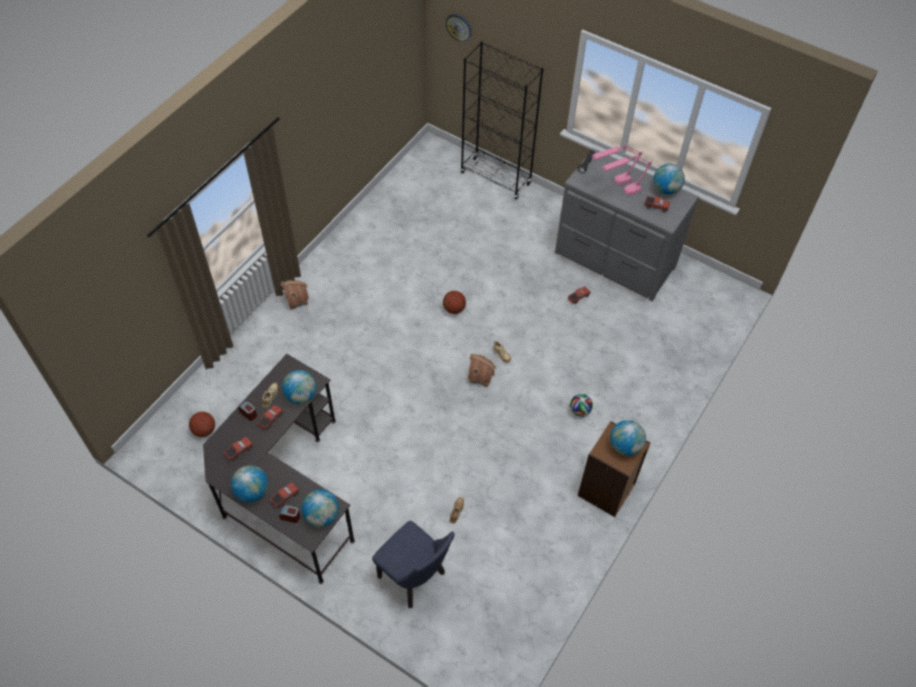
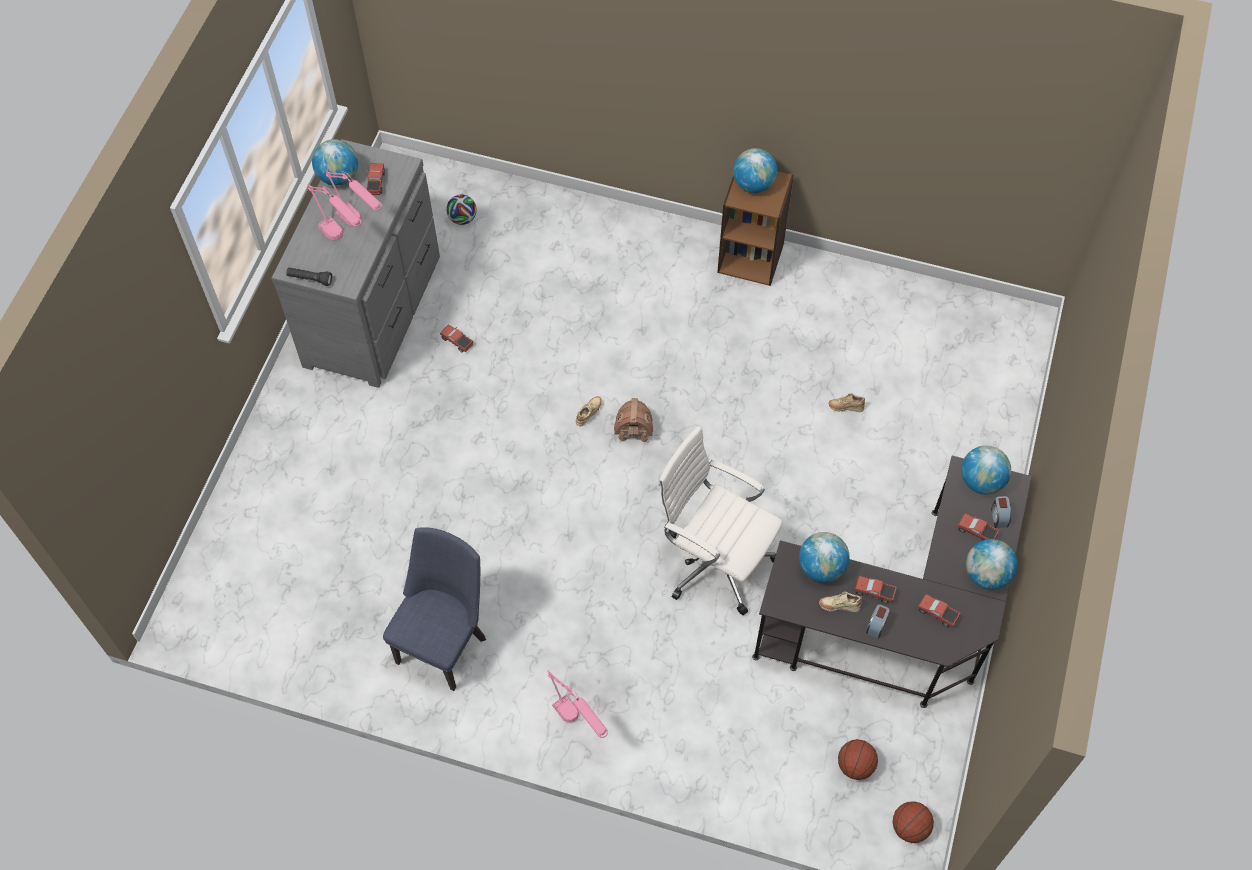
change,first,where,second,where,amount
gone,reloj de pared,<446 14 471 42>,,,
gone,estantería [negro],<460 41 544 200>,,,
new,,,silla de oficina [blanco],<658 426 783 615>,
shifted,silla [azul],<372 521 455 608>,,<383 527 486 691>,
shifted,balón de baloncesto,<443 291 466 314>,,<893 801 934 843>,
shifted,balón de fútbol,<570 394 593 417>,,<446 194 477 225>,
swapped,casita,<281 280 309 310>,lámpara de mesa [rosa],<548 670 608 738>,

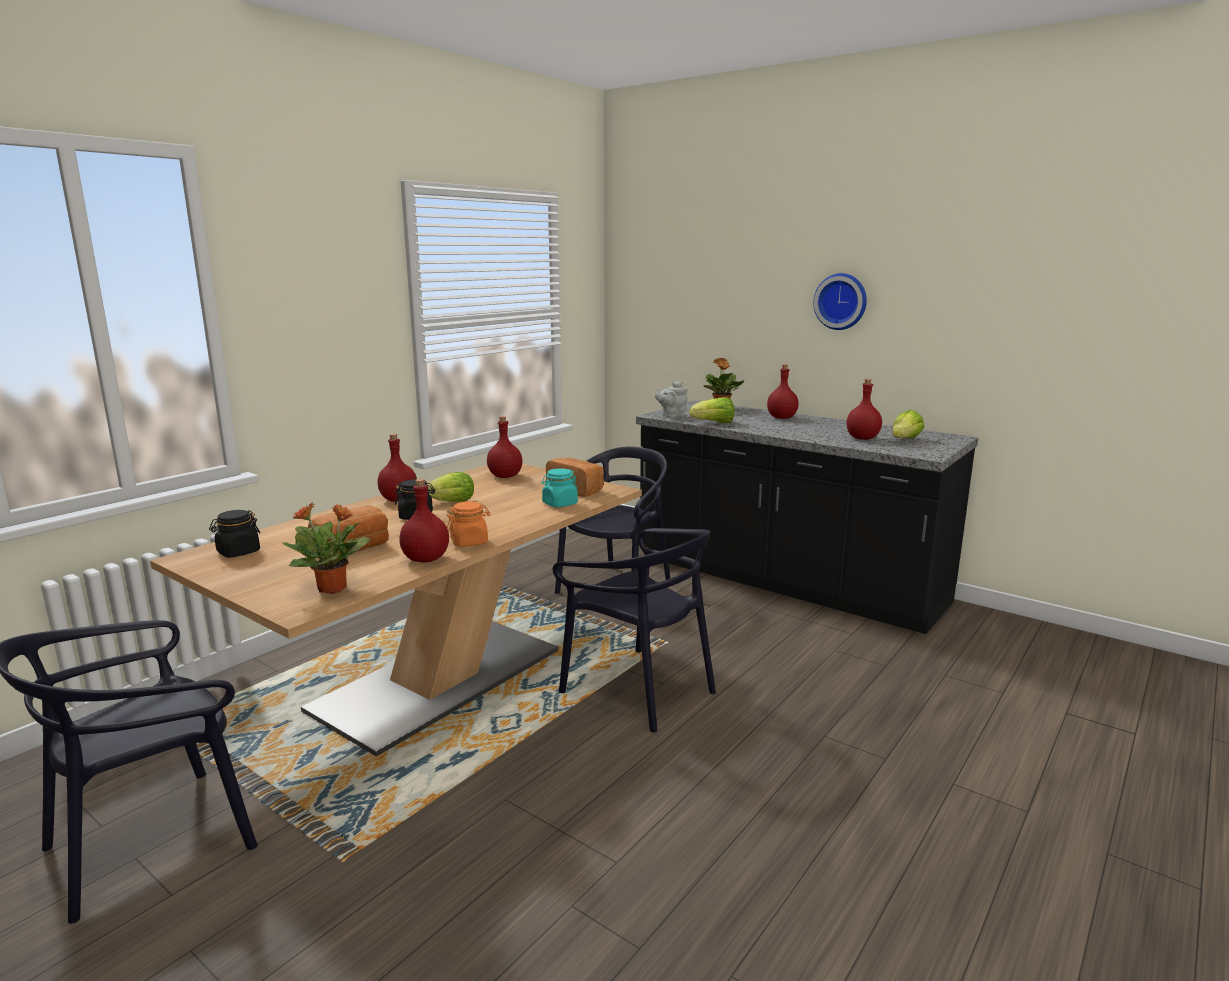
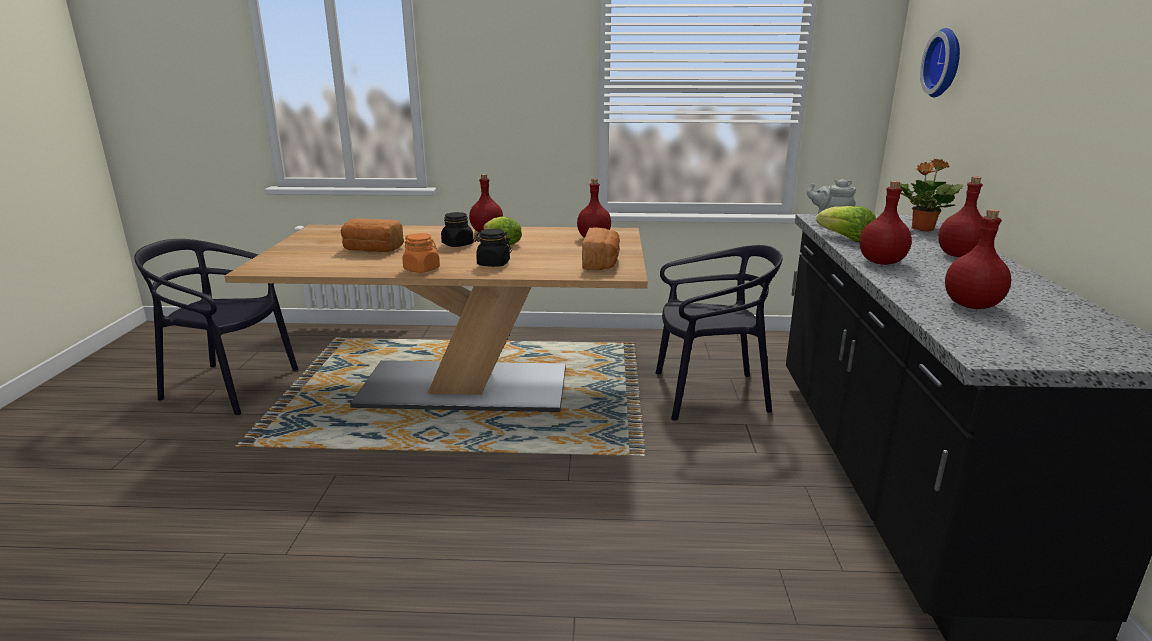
change,first,where,second,where,amount
gone,planta en maceta,<282 502 370 594>,,,
gone,tarro [turquesa],<541 468 578 507>,,,
gone,silla [negro],<553 528 716 733>,,,
gone,lechuga,<892 410 924 438>,,,
shifted,tarro [negro],<209 510 260 557>,,<473 229 512 267>,
shifted,botella [rojo],<399 479 449 563>,,<860 181 912 265>,
shifted,reloj de pared,<813 273 867 330>,,<920 28 960 97>,

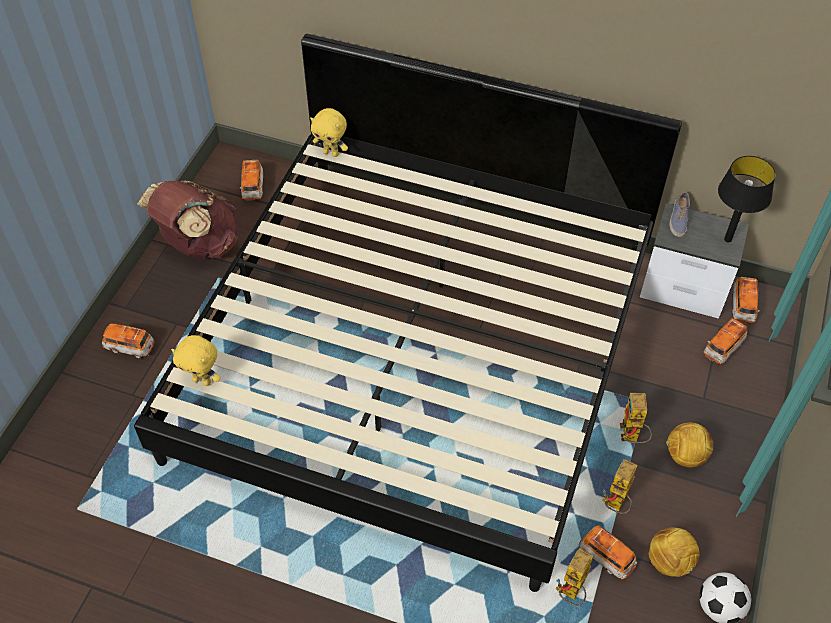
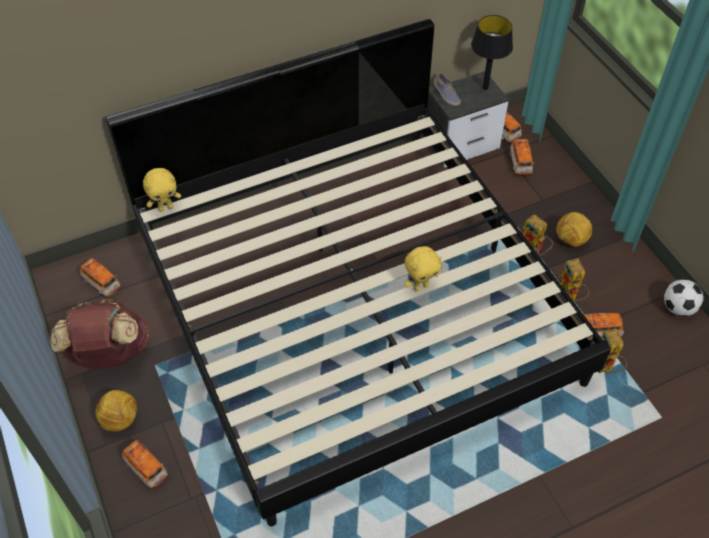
change,first,where,second,where,amount
shifted,peluche [amarillo],<171 335 221 386>,,<404 246 442 291>,
shifted,balón de fútbol,<649 528 699 577>,,<95 390 137 432>,
rotated,coche de juguete,<102 324 155 359>,,<122 440 168 489>,105 degrees counterclockwise

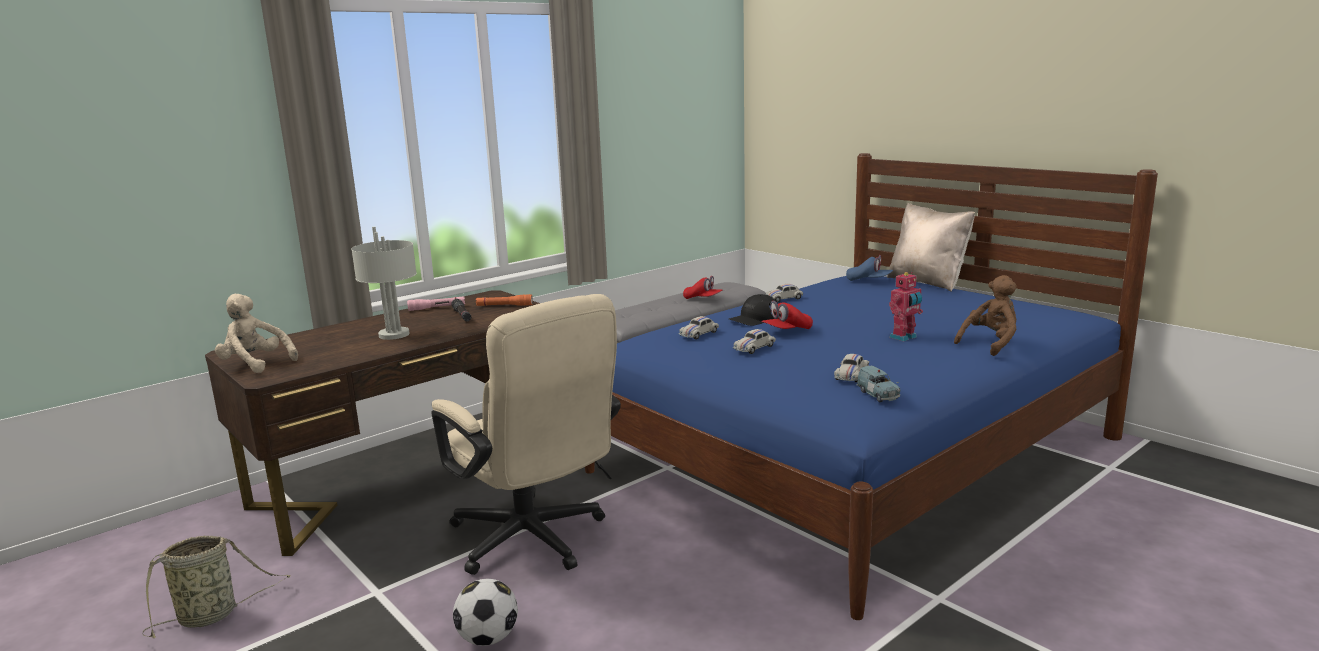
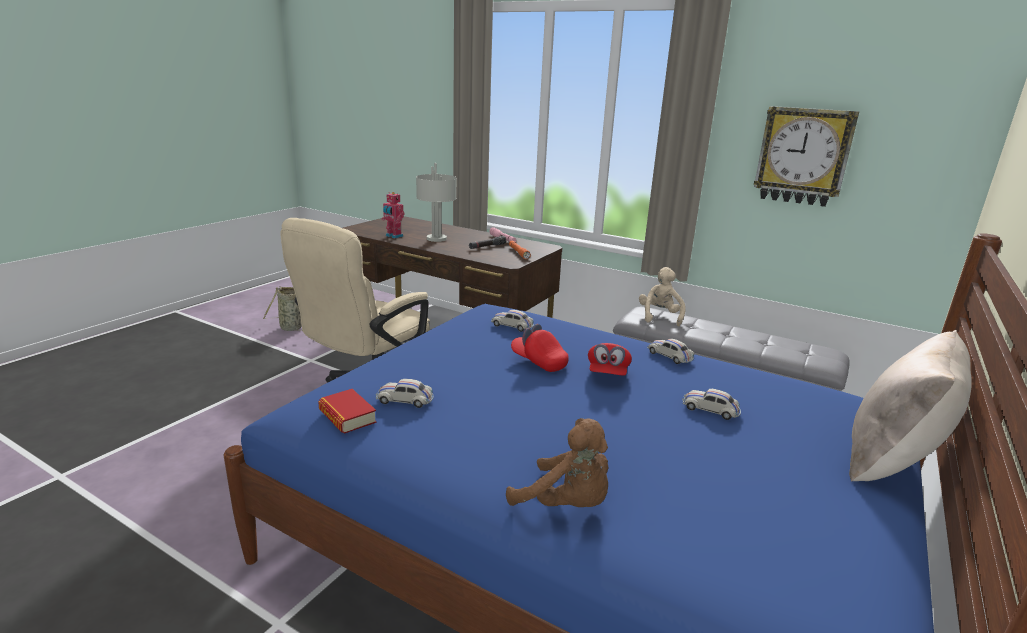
change,first,where,second,where,amount
gone,balón de fútbol,<453 579 518 646>,,,
gone,gorra [negro],<729 294 778 326>,,,
gone,gorra [azul],<846 255 893 281>,,,
new,,,reloj de pared,<754 106 859 207>,
shifted,peluche [beis],<215 294 298 373>,,<639 267 686 326>,
shifted,gorra [rojo],<683 276 723 299>,,<588 343 632 376>,
shifted,coche de juguete [blanco],<733 329 776 354>,,<682 389 741 420>,
shifted,robot de juguete,<889 272 923 341>,,<382 192 404 238>,
swapped,coche de juguete [azul],<857 366 900 402>,libro,<318 389 377 434>,

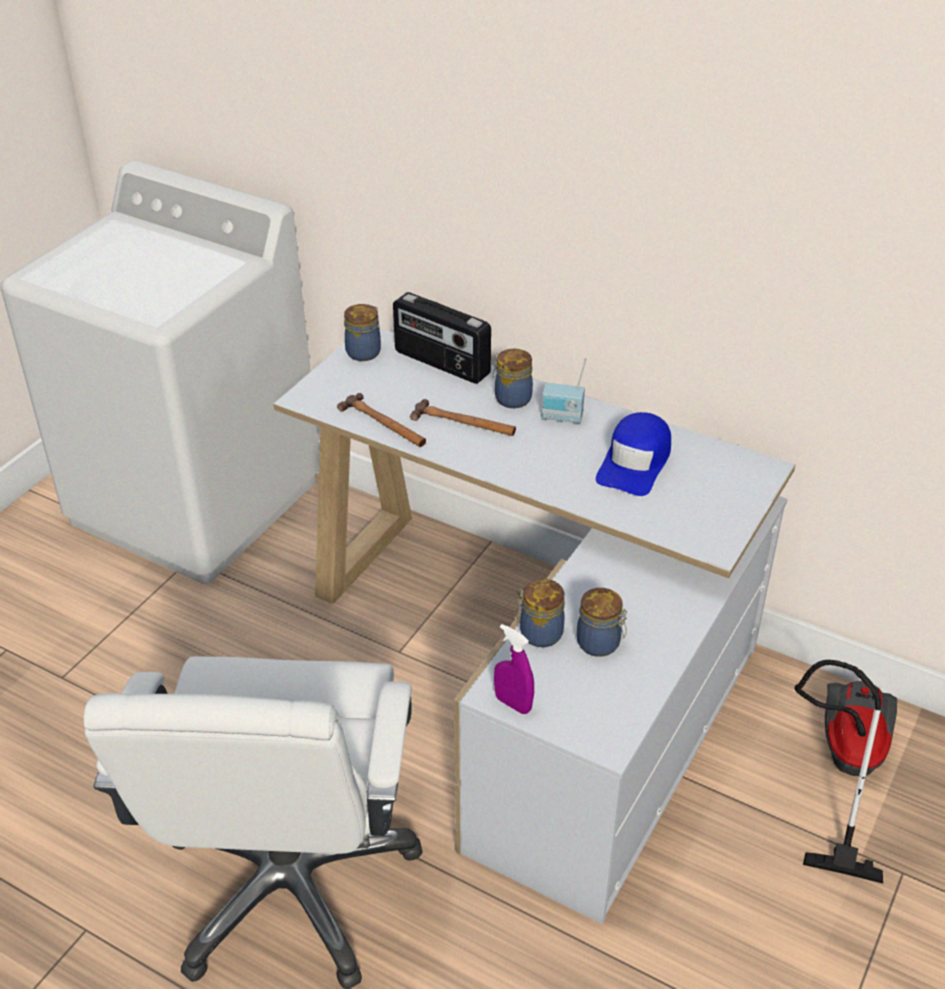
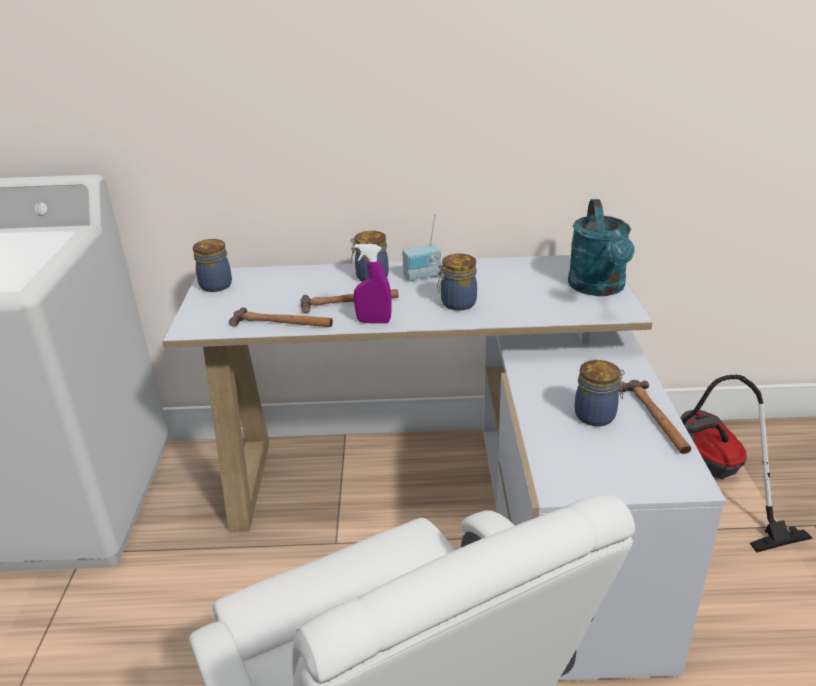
change,first,where,second,where,amount
gone,radio,<393 292 491 384>,,,
gone,gorra [azul],<596 412 671 496>,,,
new,,,regadera [turquesa],<568 199 635 296>,
new,,,martillo,<618 380 691 454>,
shifted,pulverizador [morado],<494 624 534 714>,,<354 244 392 324>,
shifted,tarro,<515 579 565 647>,,<437 254 477 311>,

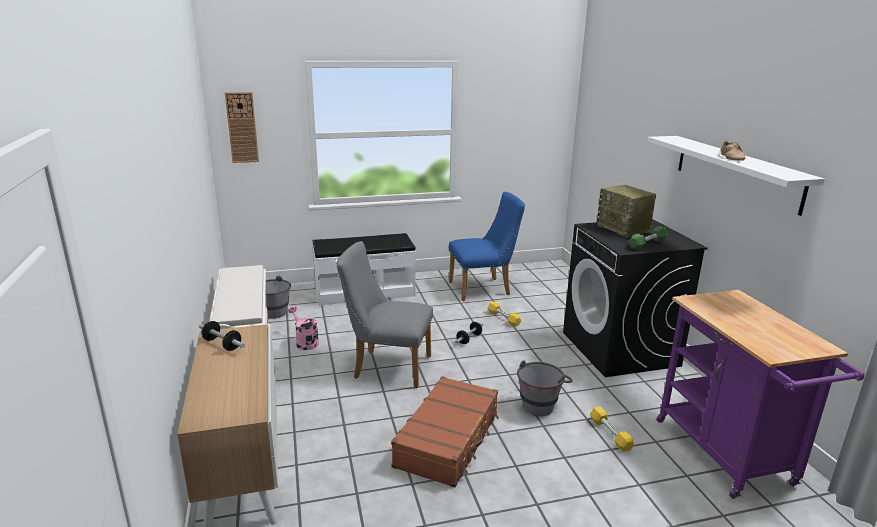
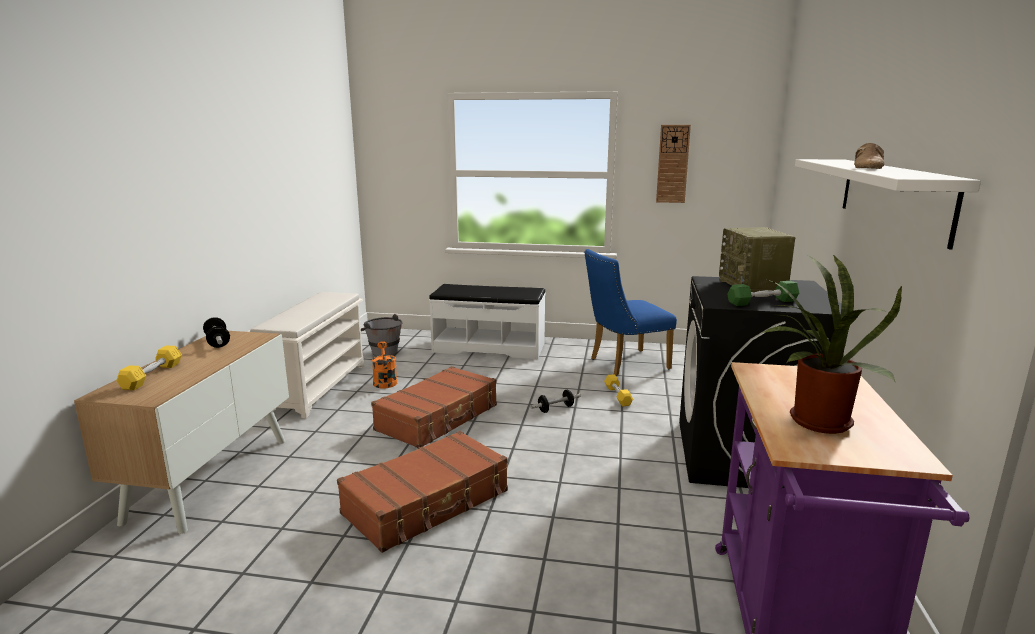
change,first,where,second,where,amount
gone,cubo [gris],<517 360 573 416>,,,
new,,,planta en maceta,<760 254 902 434>,
shifted,reloj de pared,<225 92 259 163>,,<656 125 691 203>,
shifted,mancuerna [amarillo],<590 406 634 452>,,<116 346 182 390>,
swapped,silla [gris],<336 241 433 388>,maleta [marrón],<371 366 497 448>,
repainted,regadera [rosa],<288 306 319 350>,regadera [naranja],<372 341 397 389>,
rotated,silla [azul],<449 192 525 301>,,<584 249 677 376>,150 degrees clockwise

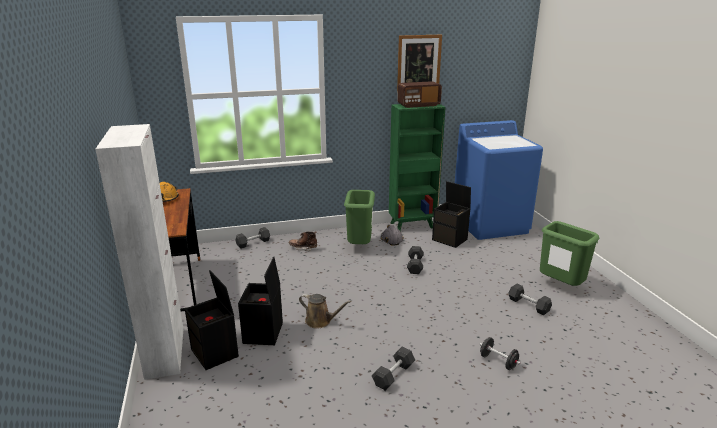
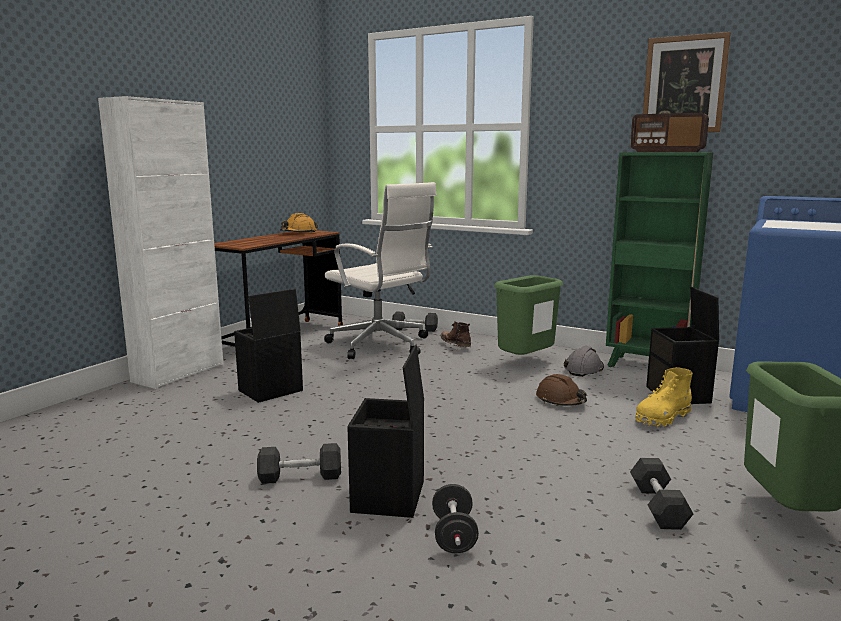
change,first,where,second,where,amount
gone,regadera [marrón],<299 294 351 329>,,,
new,,,silla de oficina [blanco],<324 182 437 359>,
new,,,bota [amarillo],<635 367 693 428>,
shifted,caja de almacenaje [negro],<185 270 239 370>,,<347 345 424 518>,
swapped,mancuerna [gris],<407 246 424 274>,casco [marrón],<536 374 587 406>,

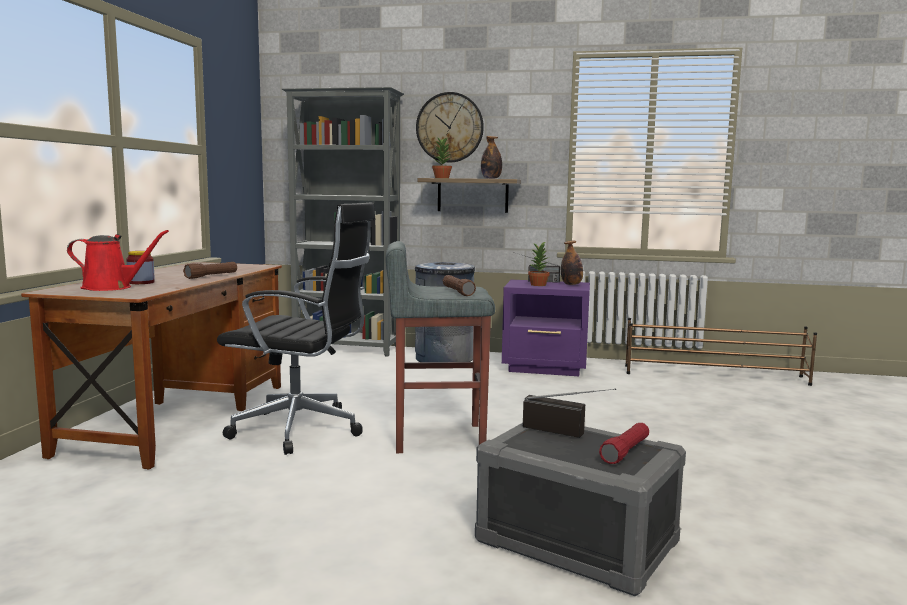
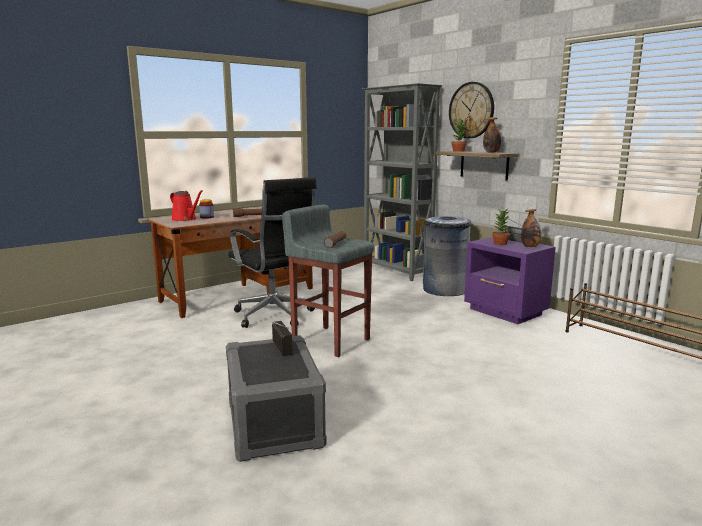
change,first,where,second,where,amount
gone,linterna [rojo],<599 423 649 464>,,,

